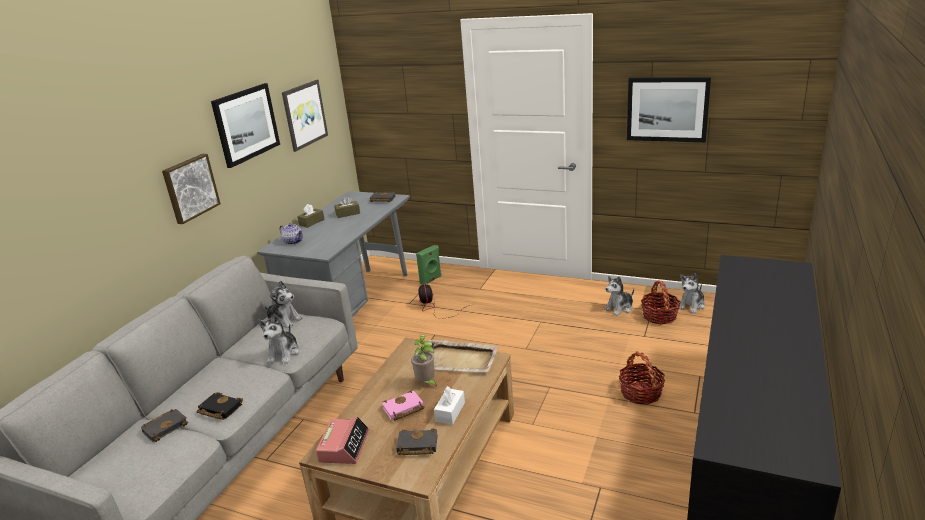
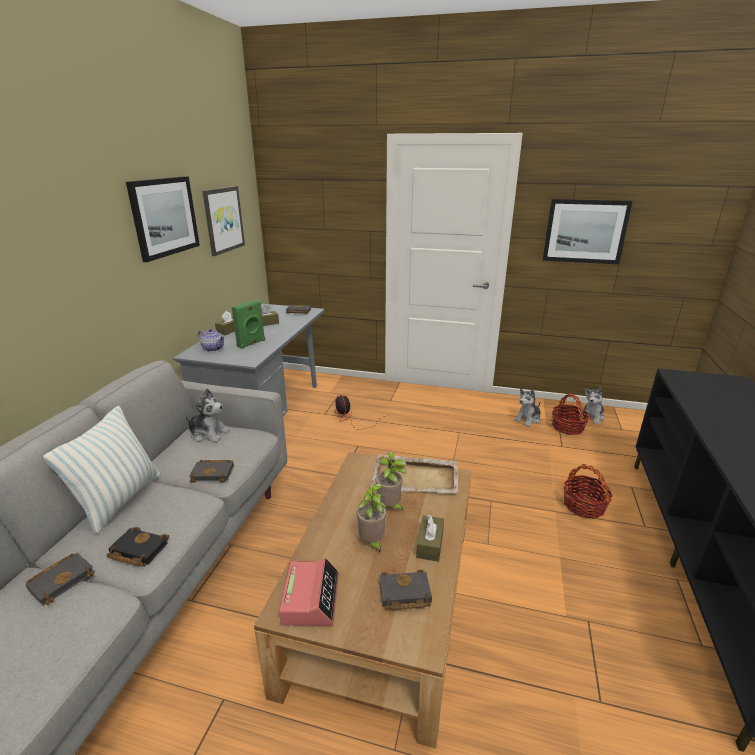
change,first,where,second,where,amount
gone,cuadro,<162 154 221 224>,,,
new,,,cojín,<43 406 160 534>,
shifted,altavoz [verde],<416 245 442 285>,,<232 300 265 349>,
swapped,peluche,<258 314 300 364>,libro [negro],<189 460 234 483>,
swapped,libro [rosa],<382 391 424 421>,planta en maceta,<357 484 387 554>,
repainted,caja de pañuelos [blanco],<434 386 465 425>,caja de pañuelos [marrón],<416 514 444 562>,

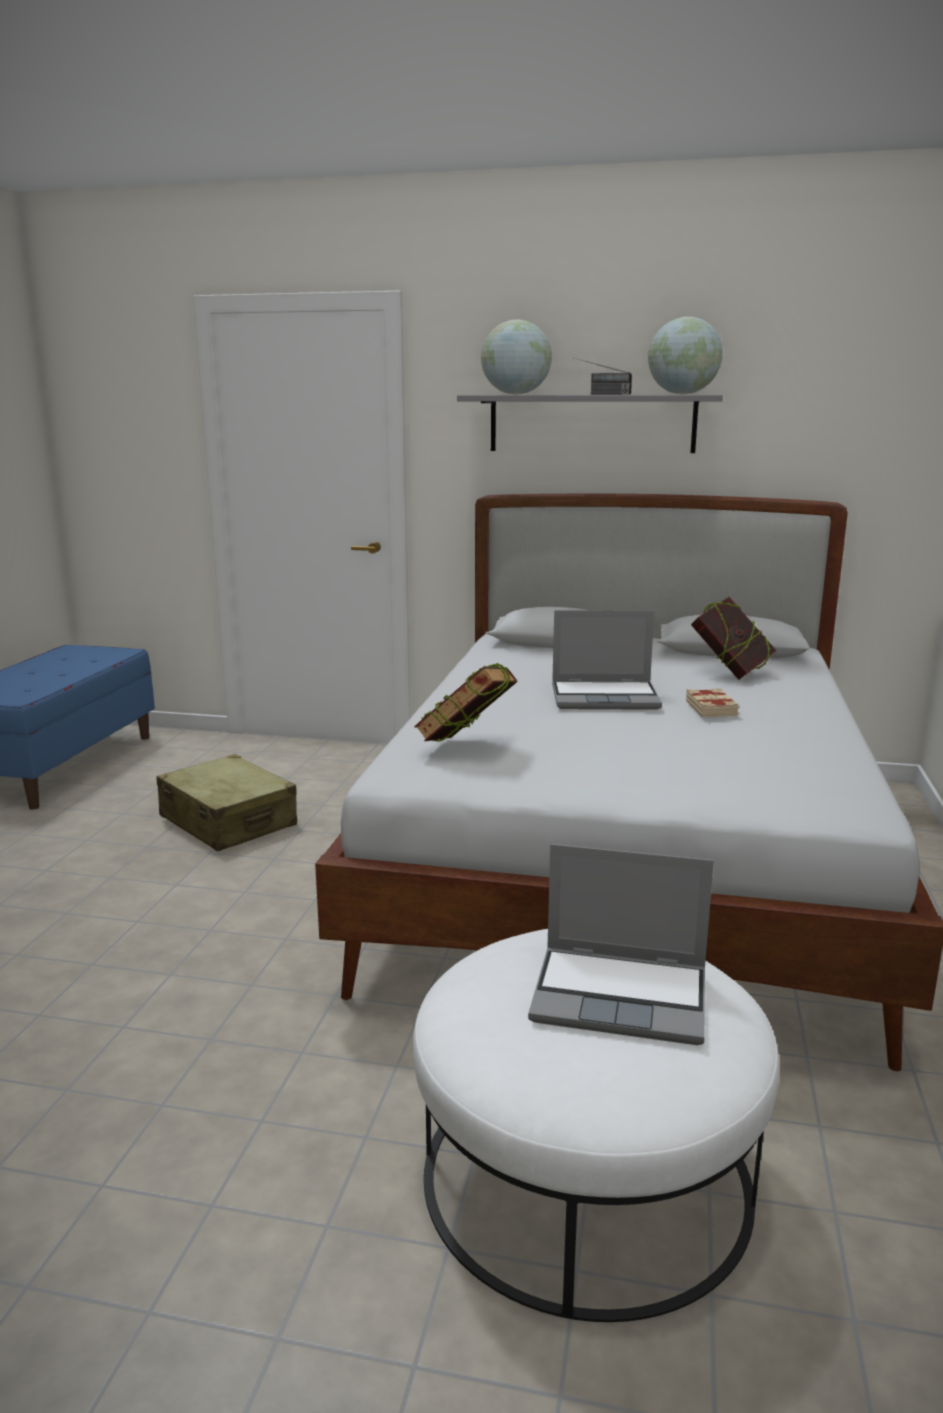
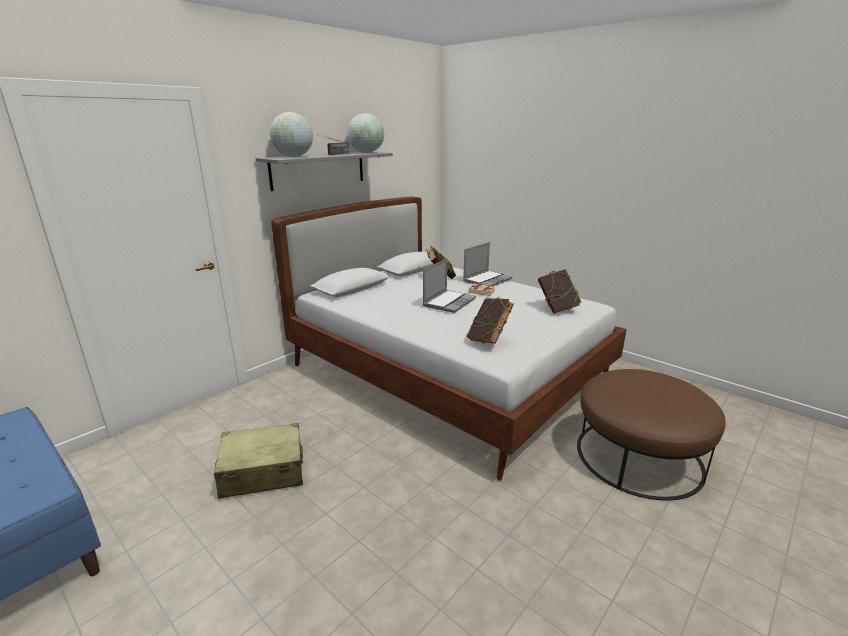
change,first,where,second,where,amount
new,,,libro,<538 269 581 314>,
shifted,portátil,<528 844 714 1045>,,<463 242 513 286>,
repainted,puf [blanco],<413 929 780 1322>,puf [marrón],<577 369 726 501>,

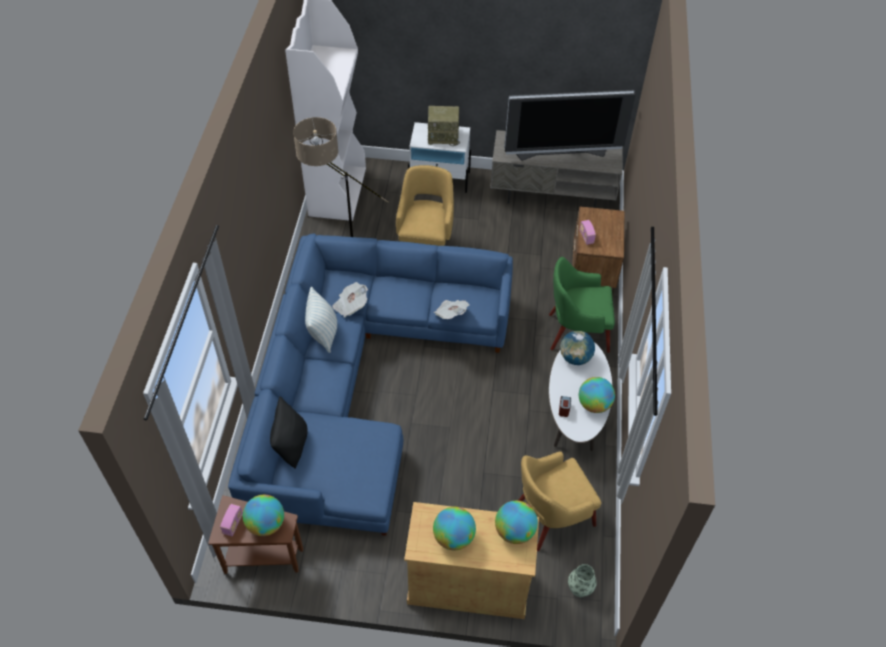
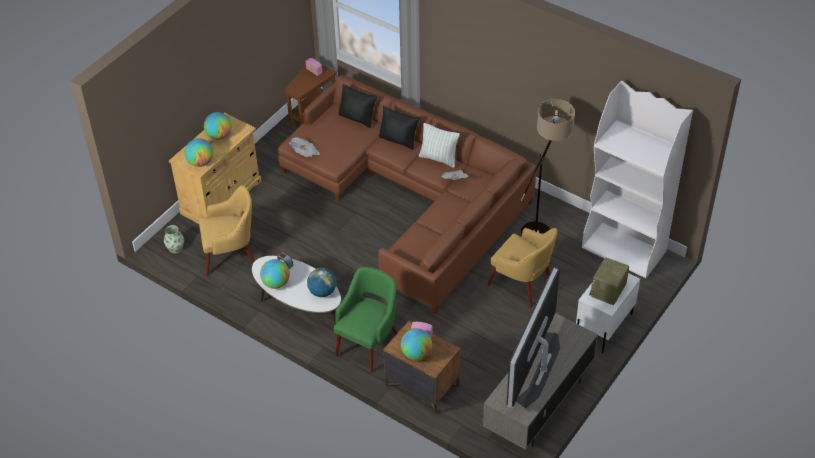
change,first,where,second,where,amount
new,,,cojín [negro],<379 106 420 150>,
shifted,globo terráqueo,<243 495 284 536>,,<401 329 432 360>,
shifted,periódico,<434 300 470 319>,,<289 137 320 157>,
repainted,sofá [azul],<228 234 513 536>,sofá [marrón],<278 75 536 314>,
rotated,sillón [amarillo],<518 451 601 551>,,<199 185 255 275>,75 degrees clockwise

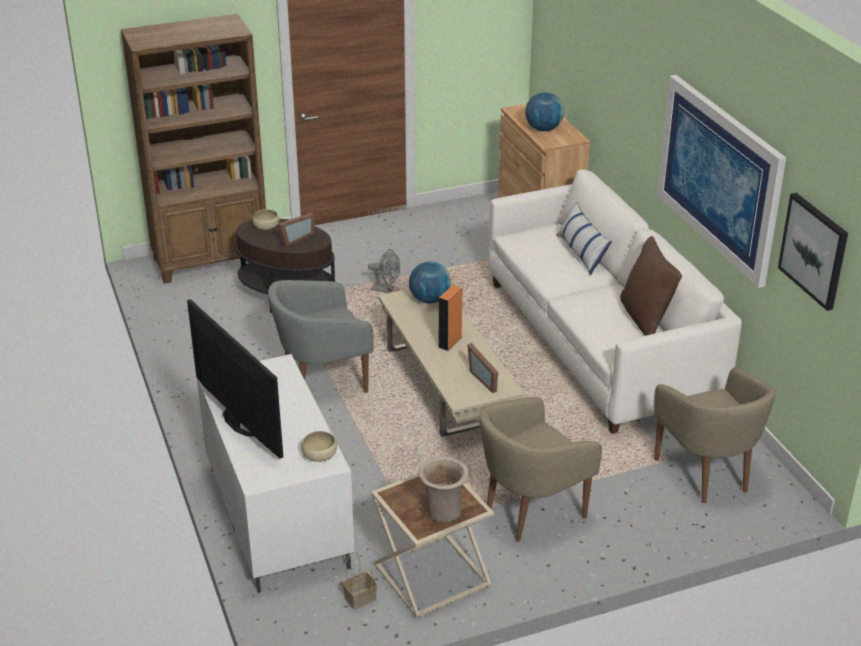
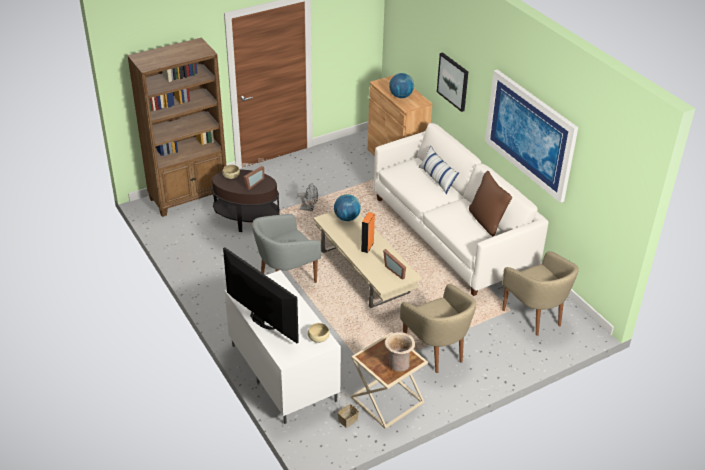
change,first,where,second,where,amount
shifted,cuadro,<778 193 848 311>,,<437 52 468 112>,
rotated,sillón [beis],<479 397 602 542>,,<400 284 476 373>,75 degrees counterclockwise

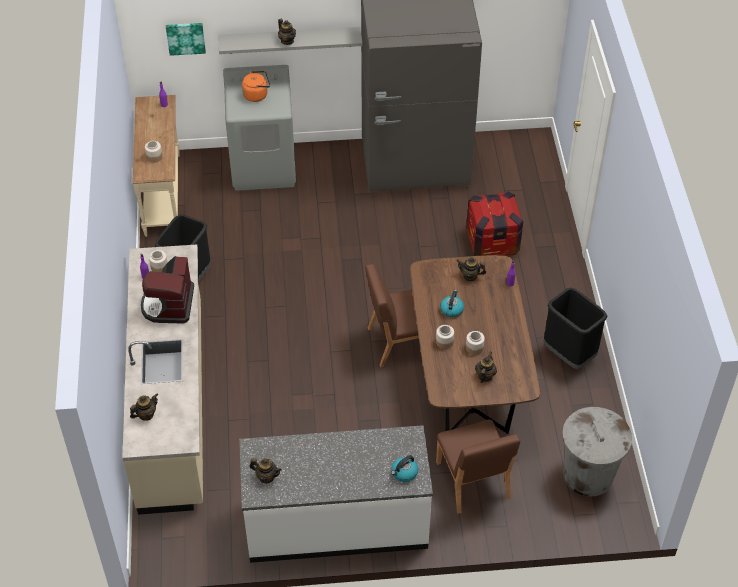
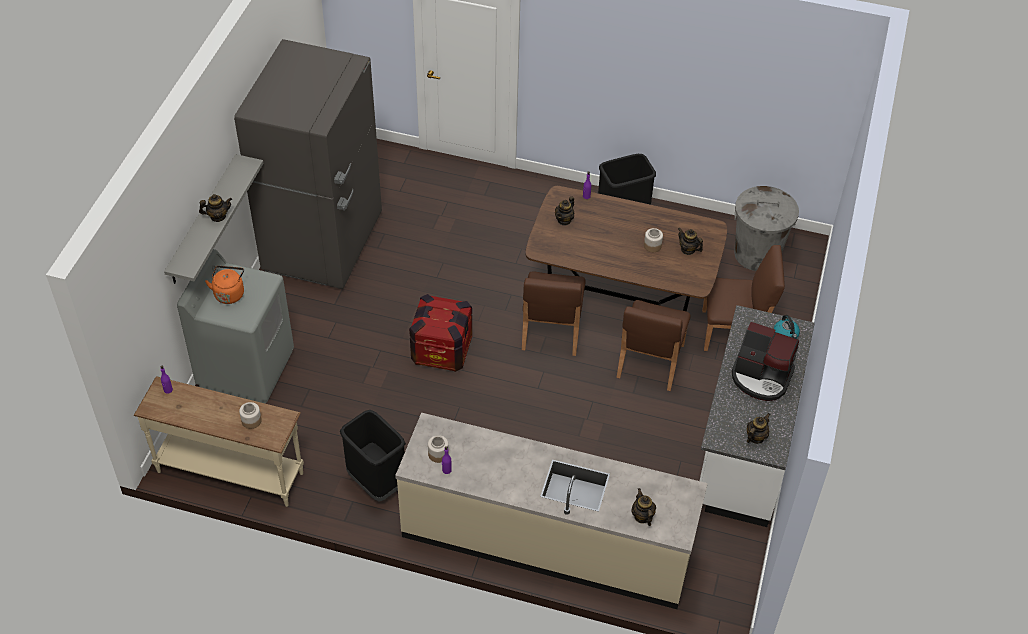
change,first,where,second,where,amount
gone,cuadro,<166 23 206 56>,,,
gone,tarro,<436 325 454 349>,,,
gone,hervidor,<440 290 464 318>,,,
new,,,silla [marrón],<617 300 691 391>,
shifted,cafetera,<141 256 194 324>,,<732 322 799 401>,
shifted,caja de embalaje,<466 192 523 256>,,<409 294 472 372>,

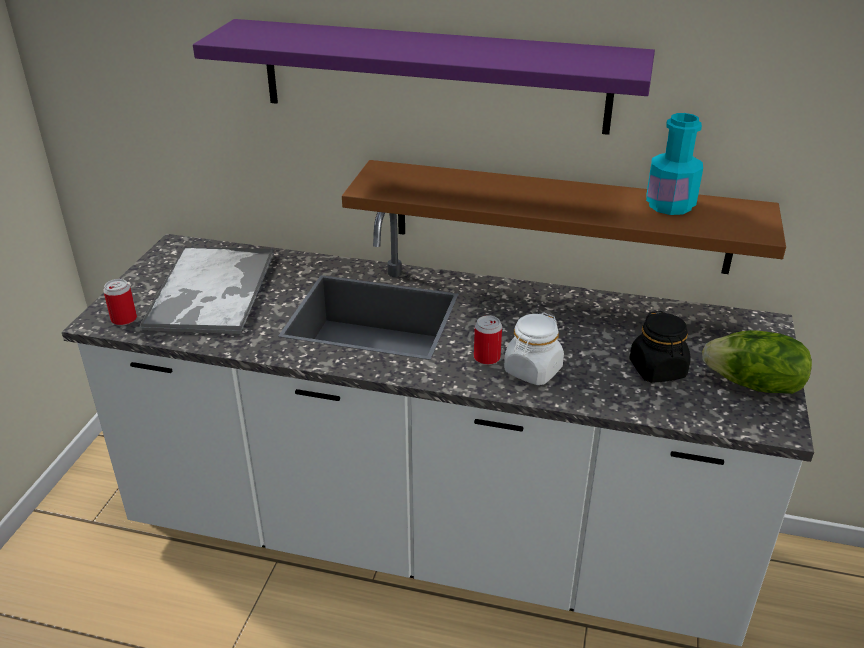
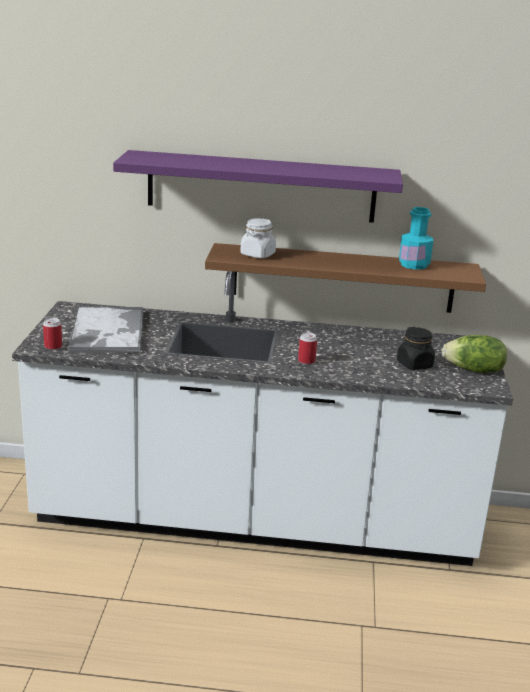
change,first,where,second,where,amount
shifted,tarro [blanco],<504 313 564 385>,,<240 218 276 258>,

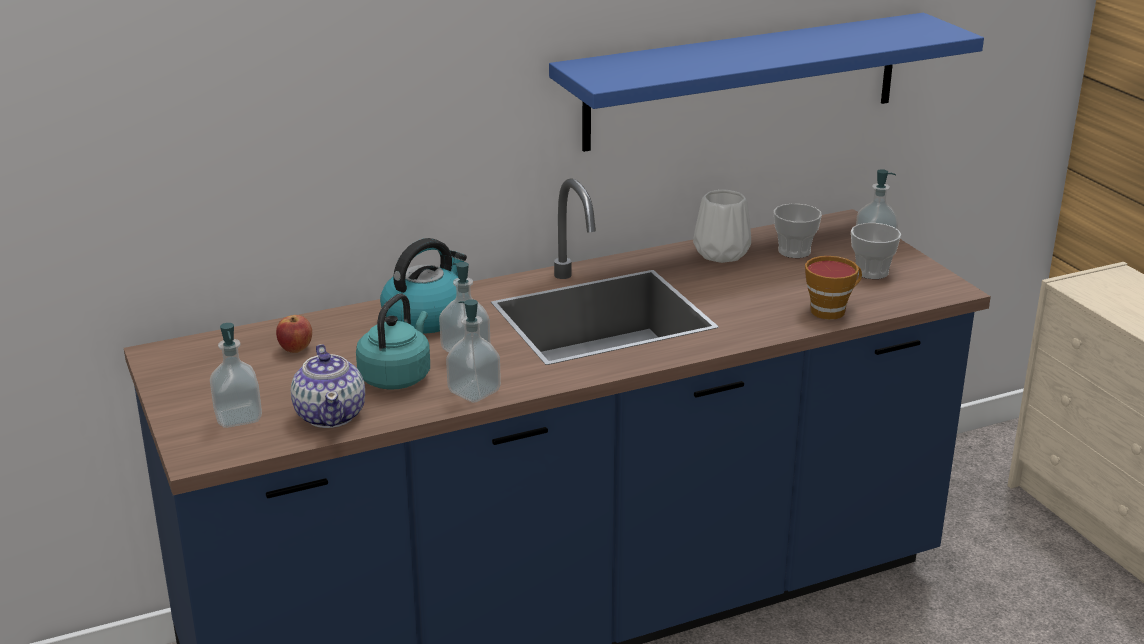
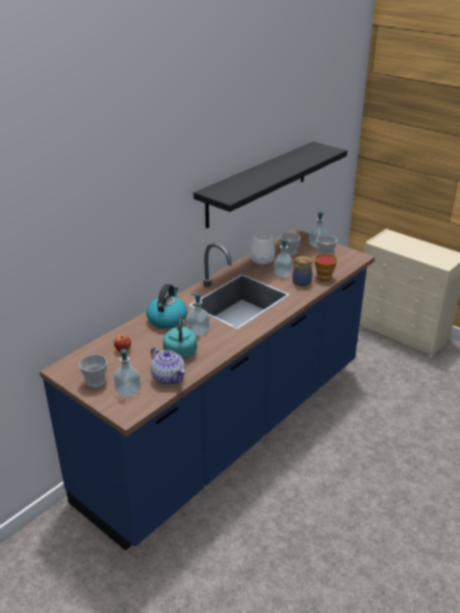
change,first,where,second,where,amount
new,,,taza,<79 354 107 388>,
new,,,tarro,<293 256 313 286>,
shifted,dispensador de jabón,<446 299 501 403>,,<274 239 292 277>,
repainted,estante [azul],<549 13 984 152>,estante [negro],<193 142 347 229>,

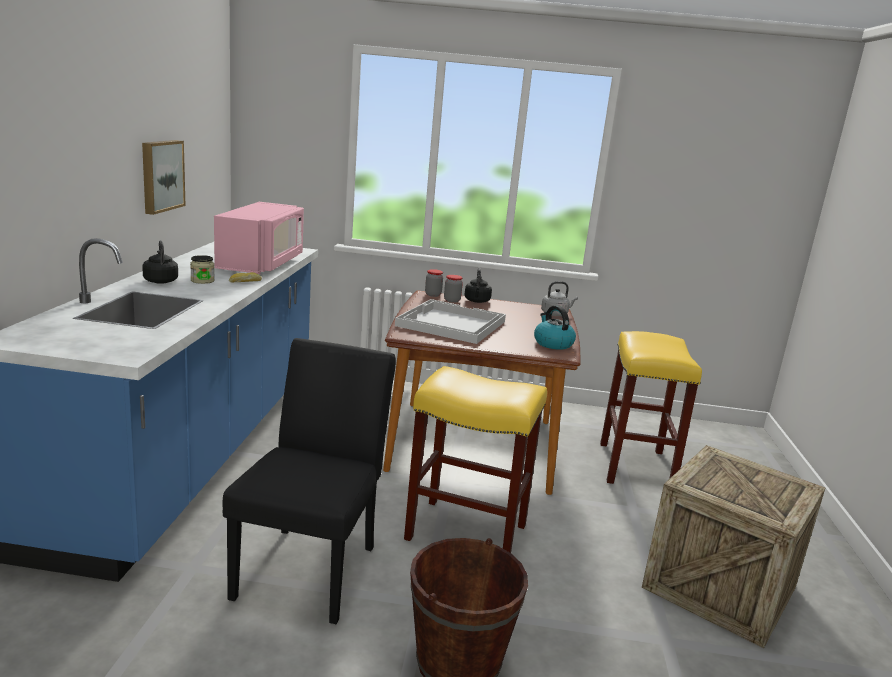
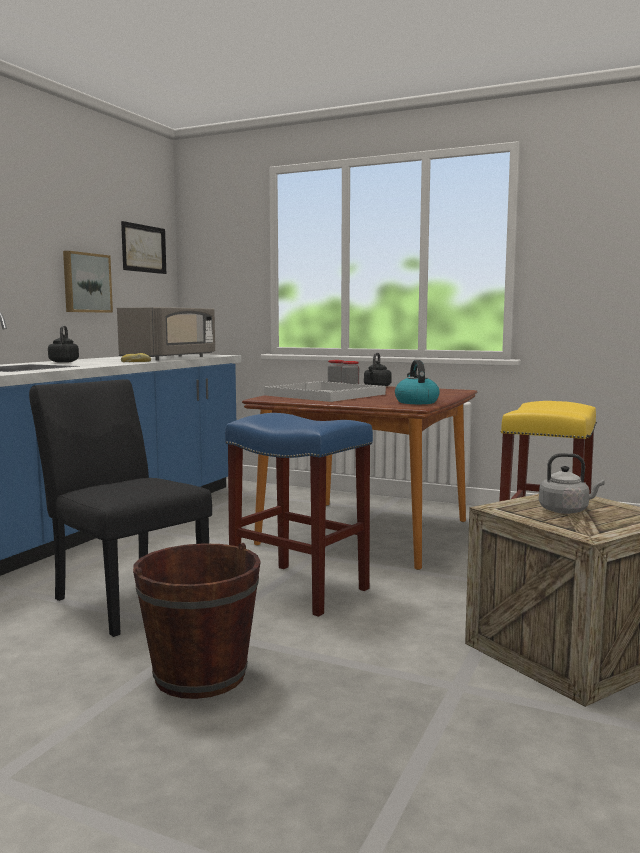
change,first,where,second,where,amount
gone,tarro,<190 255 214 284>,,,
new,,,cuadro,<121 221 166 274>,
shifted,hervidor [gris],<541 281 578 316>,,<539 453 605 514>,
repainted,microondas [rosa],<214 202 304 274>,microondas [gris],<117 307 215 360>,
repainted,taburete [amarillo],<404 366 547 553>,taburete [azul],<225 413 373 617>,
rotated,silla [negro],<223 338 396 624>,,<29 379 212 637>,75 degrees counterclockwise

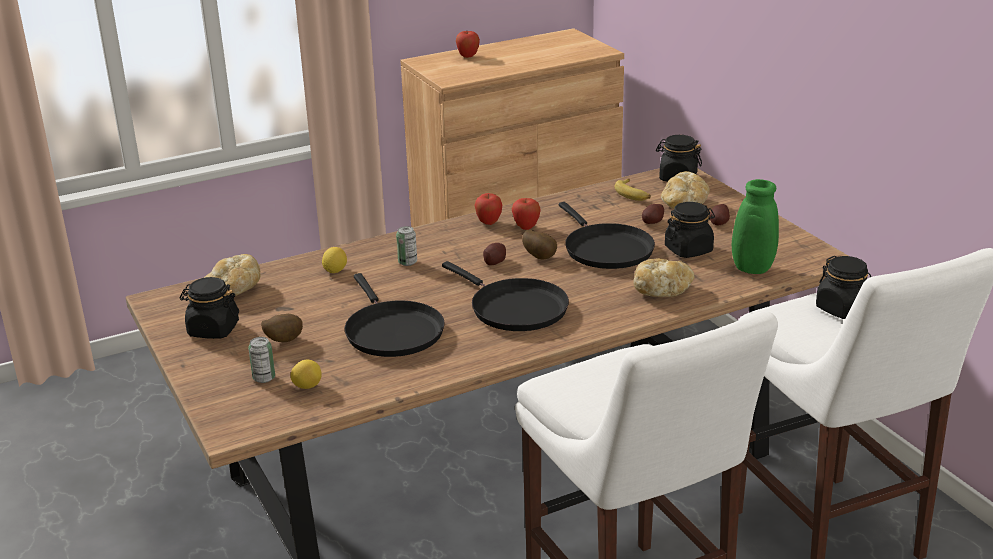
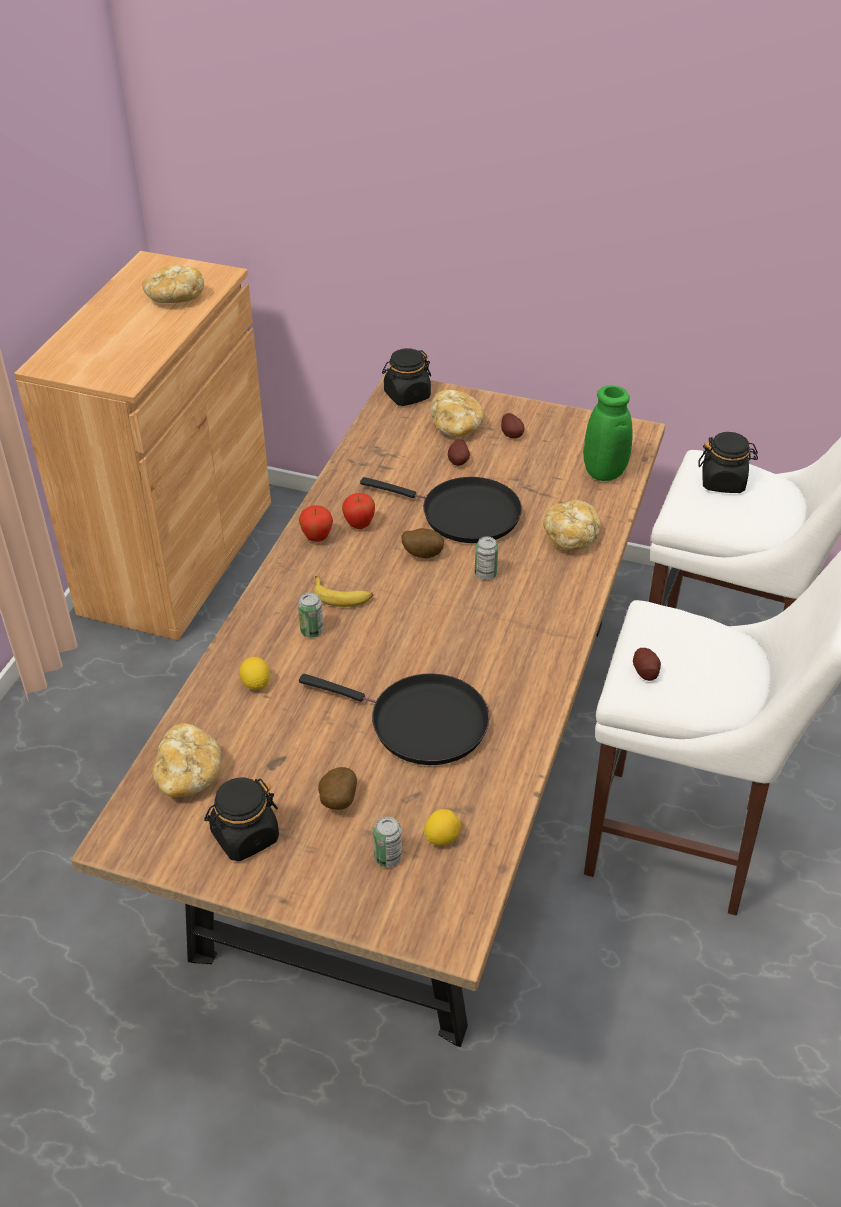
change,first,where,second,where,amount
gone,sartén [negro],<442 261 569 331>,,,
gone,manzana,<456 31 480 58>,,,
gone,tarro [negro],<665 202 715 258>,,,
new,,,pan,<142 265 204 303>,
new,,,lata,<475 536 498 580>,
shifted,patata,<483 243 506 265>,,<633 648 661 681>,
shifted,plátano,<615 178 651 201>,,<313 576 373 607>,

